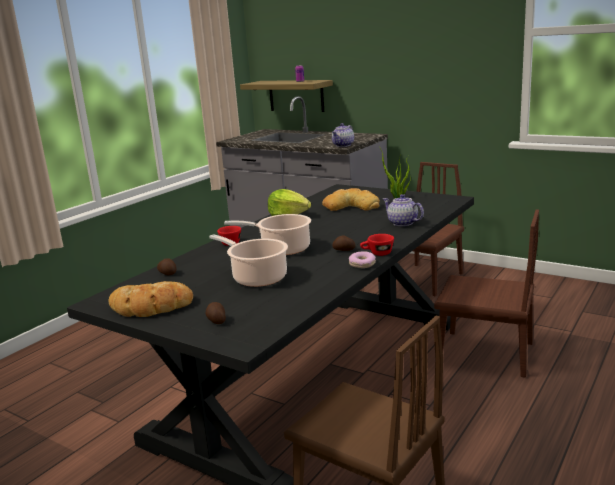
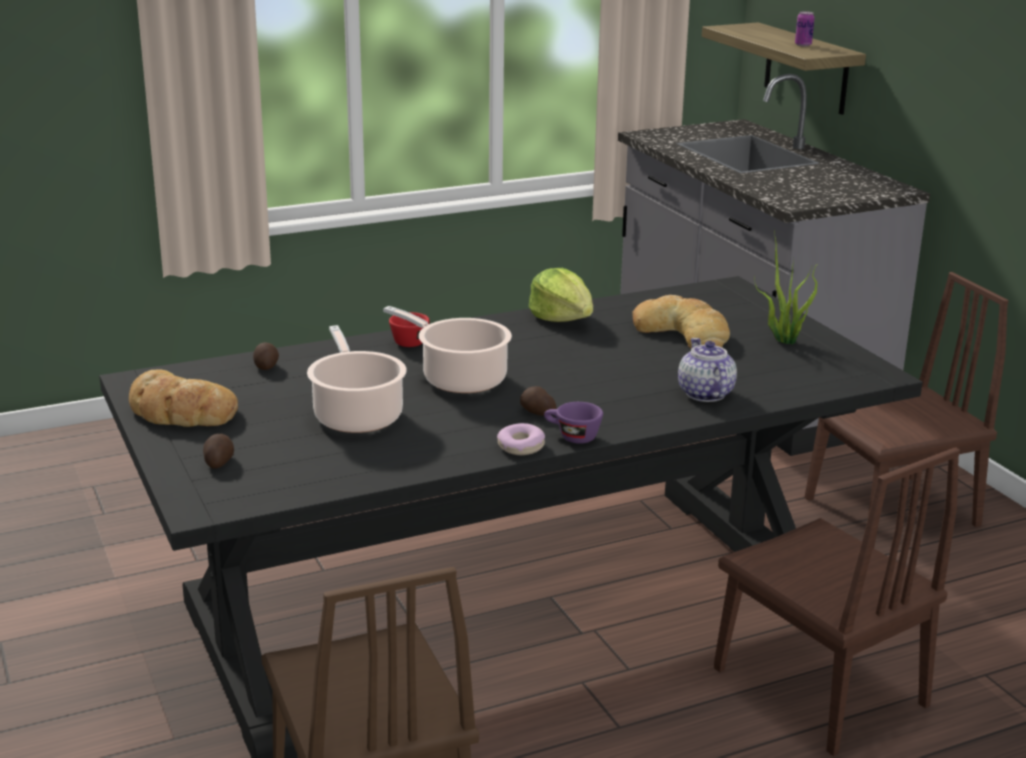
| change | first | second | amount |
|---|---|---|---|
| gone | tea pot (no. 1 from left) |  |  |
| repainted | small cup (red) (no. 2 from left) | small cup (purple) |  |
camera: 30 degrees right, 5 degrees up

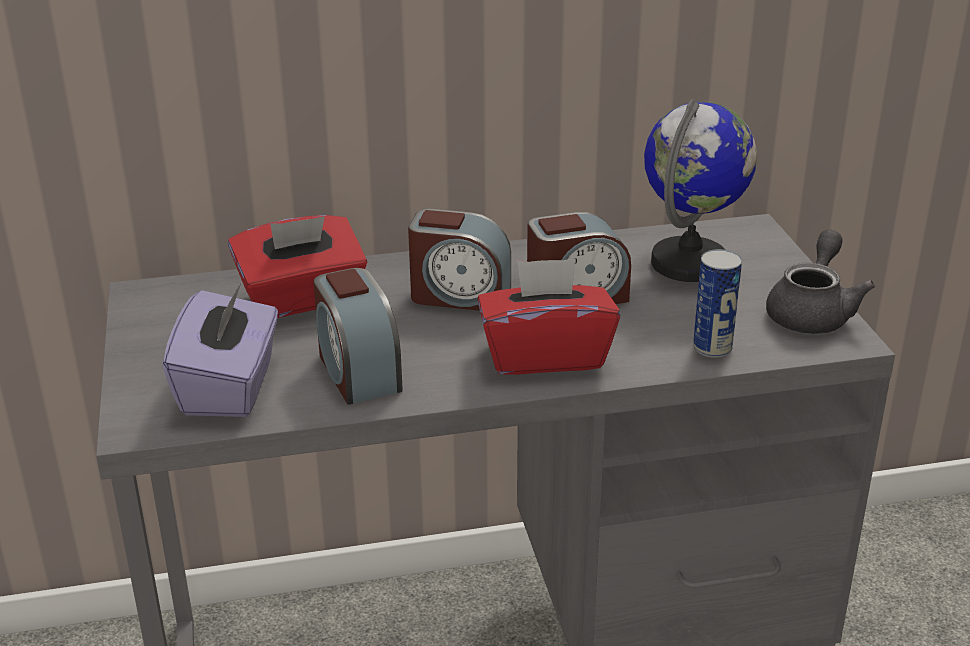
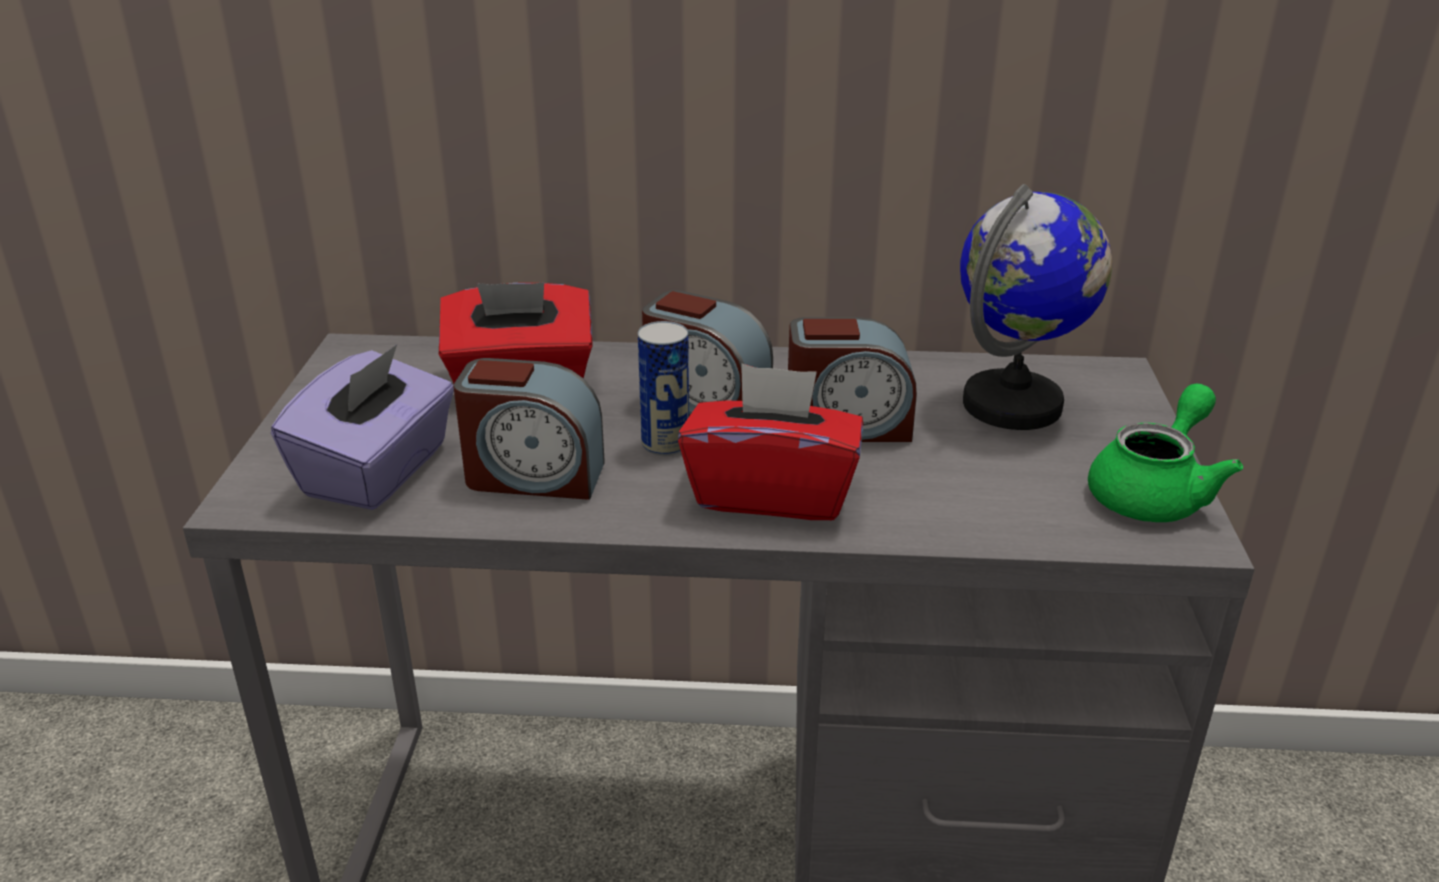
| change | first | second | amount |
|---|---|---|---|
| shifted | sealed can |  |  |
| repainted | tea pot (greyish) | tea pot (green) |  |
| rotated | table clock (no. 1 from left) |  | 75 degrees counterclockwise |
camera: 15 degrees right, 0 degrees up

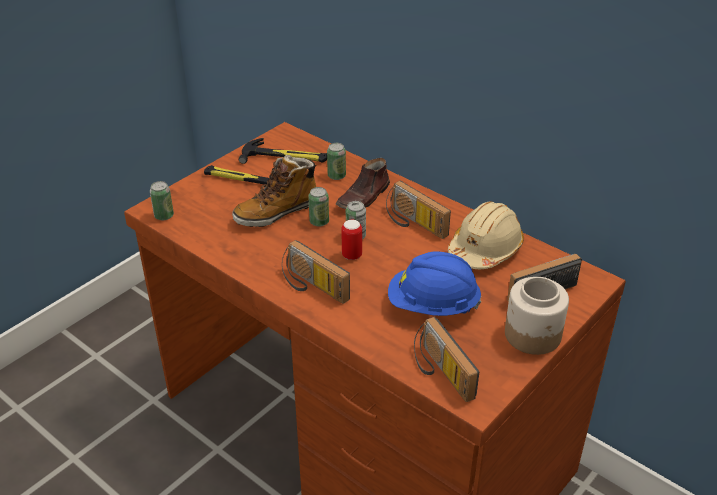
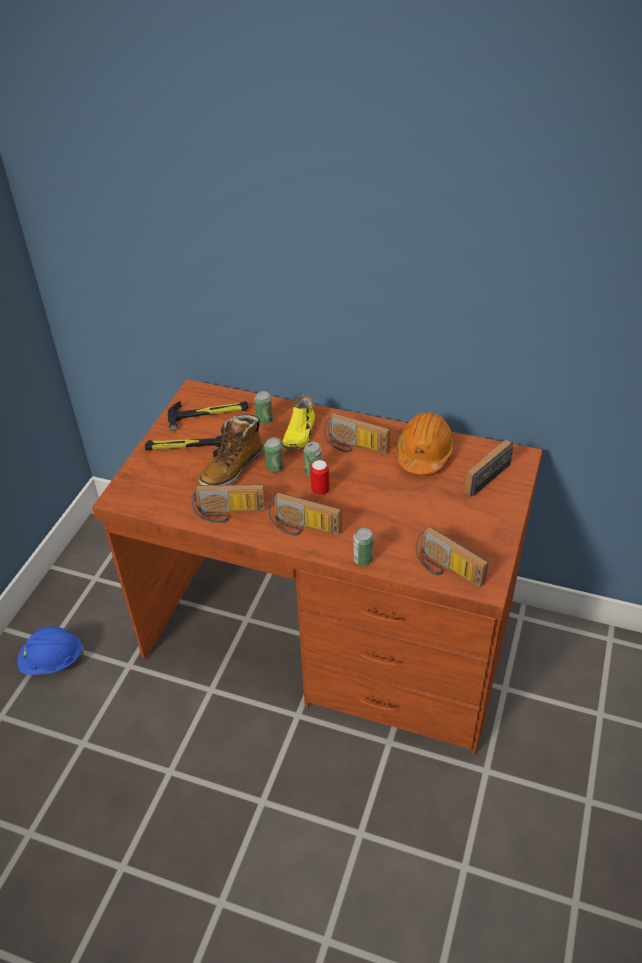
| change | first | second | amount |
|---|---|---|---|
| gone | jar |  |  |
| new |  | radio set (no. 1 from left) |  |
| shifted | sealed can (no. 1 from left in the first image) | sealed can (no. 5 from left) |  |
| shifted | work helmet (blue-coloured) |  |  |
| repainted | item of footwear (brown) | item of footwear (yellow) |  |
| repainted | work helmet (beige-coloured) | work helmet (orange-coloured) |  |
camera: 20 degrees left, 5 degrees up

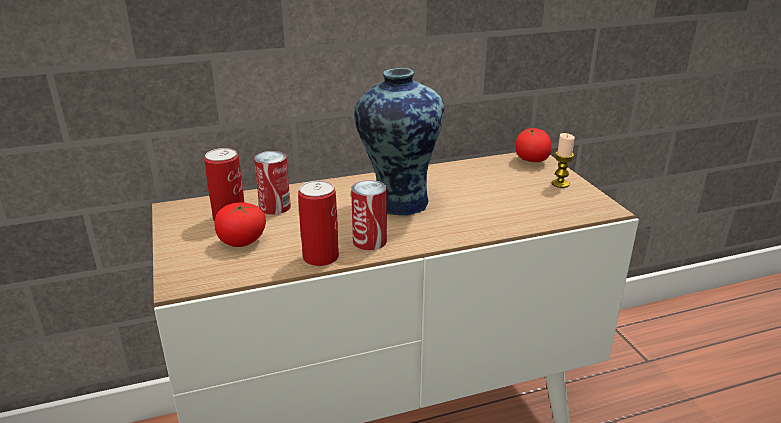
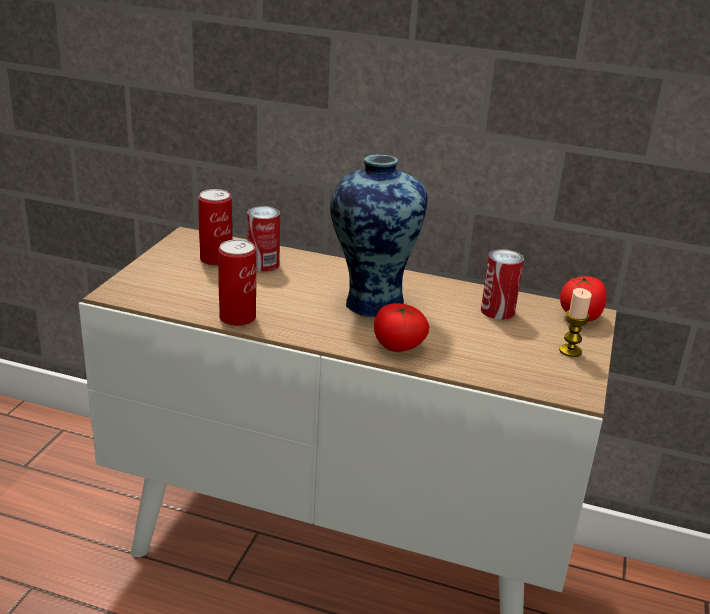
| change | first | second | amount |
|---|---|---|---|
| shifted | fresh tomato (no. 1 from left) |  |  |
| shifted | sealed can (no. 4 from left) |  |  |
camera: 35 degrees right, 0 degrees up

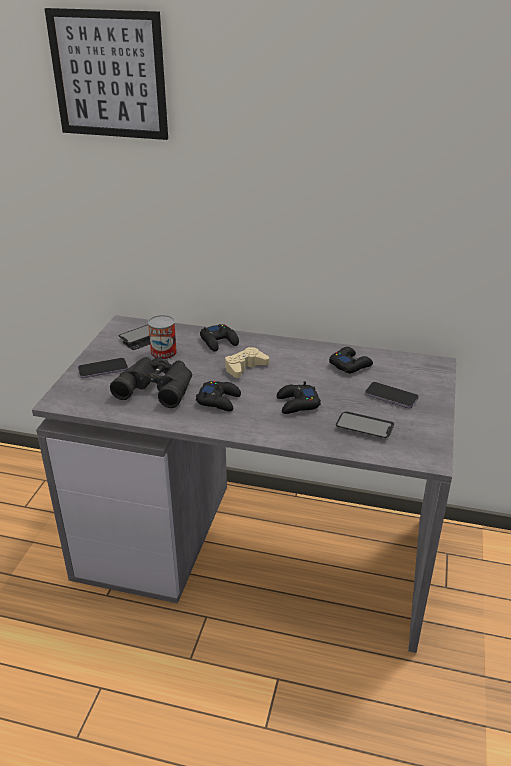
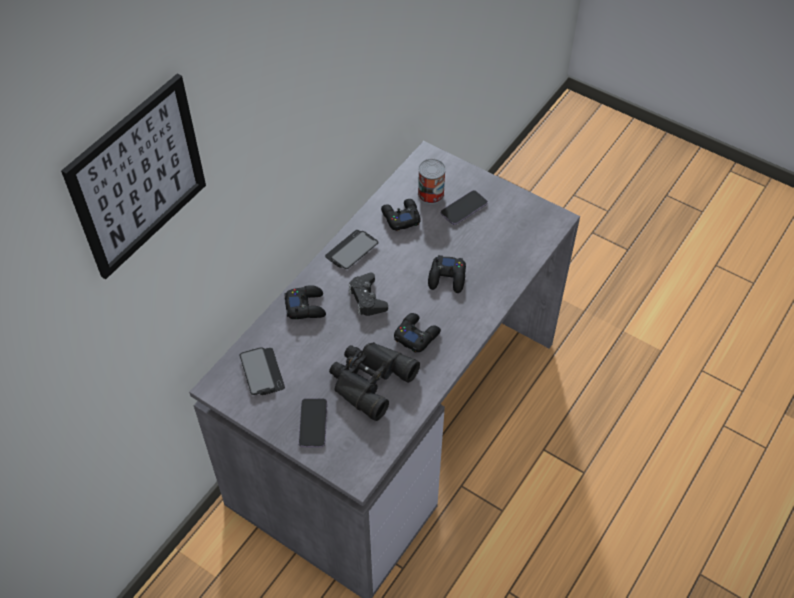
| change | first | second | amount |
|---|---|---|---|
| shifted | sealed can |  |  |
| shifted | phone (no. 3 from left) |  |  |
| repainted | joypad (beige-coloured) | joypad (blackish) (no. 2 from left) |  |
camera: 70 degrees left, 20 degrees up

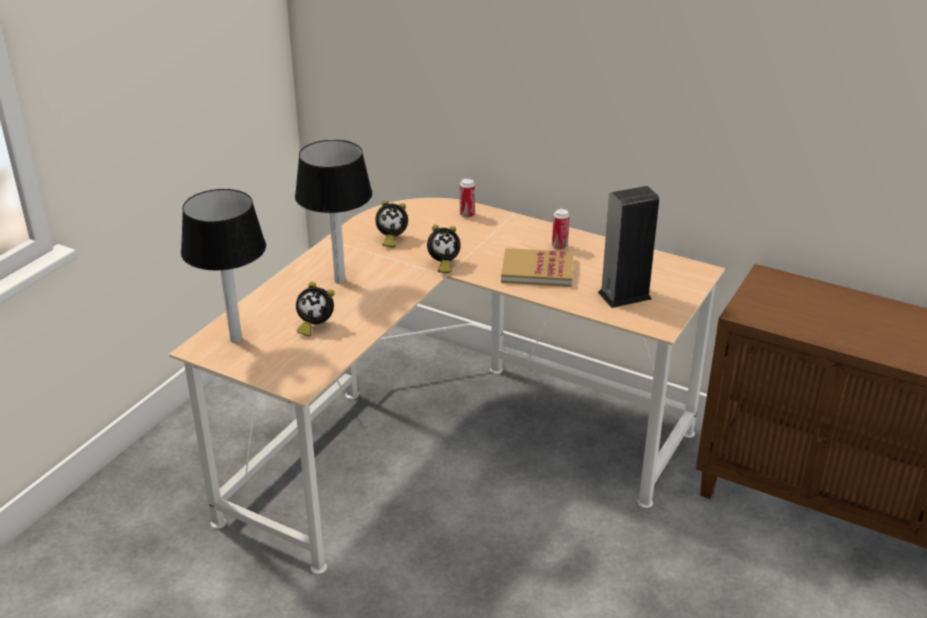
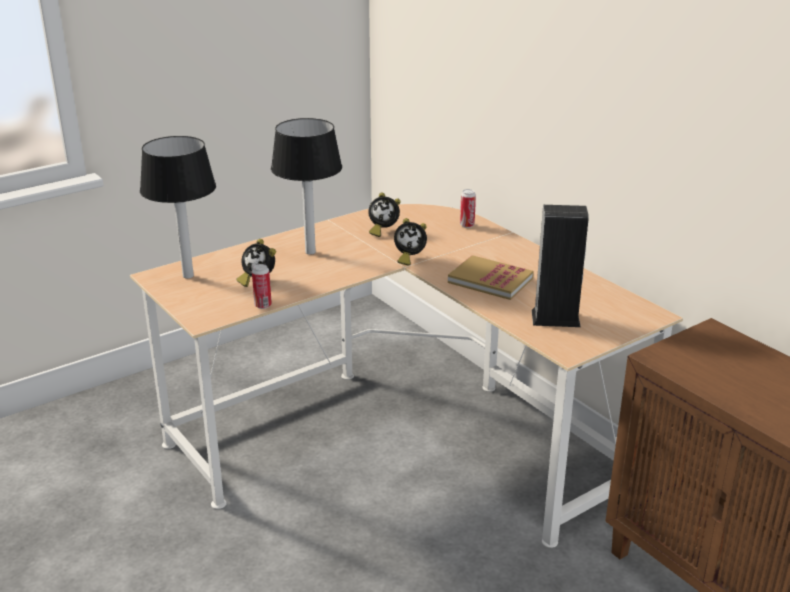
| change | first | second | amount |
|---|---|---|---|
| shifted | sealed can (no. 2 from left in the first image) | sealed can (no. 1 from left) |  |
camera: 25 degrees right, 5 degrees down

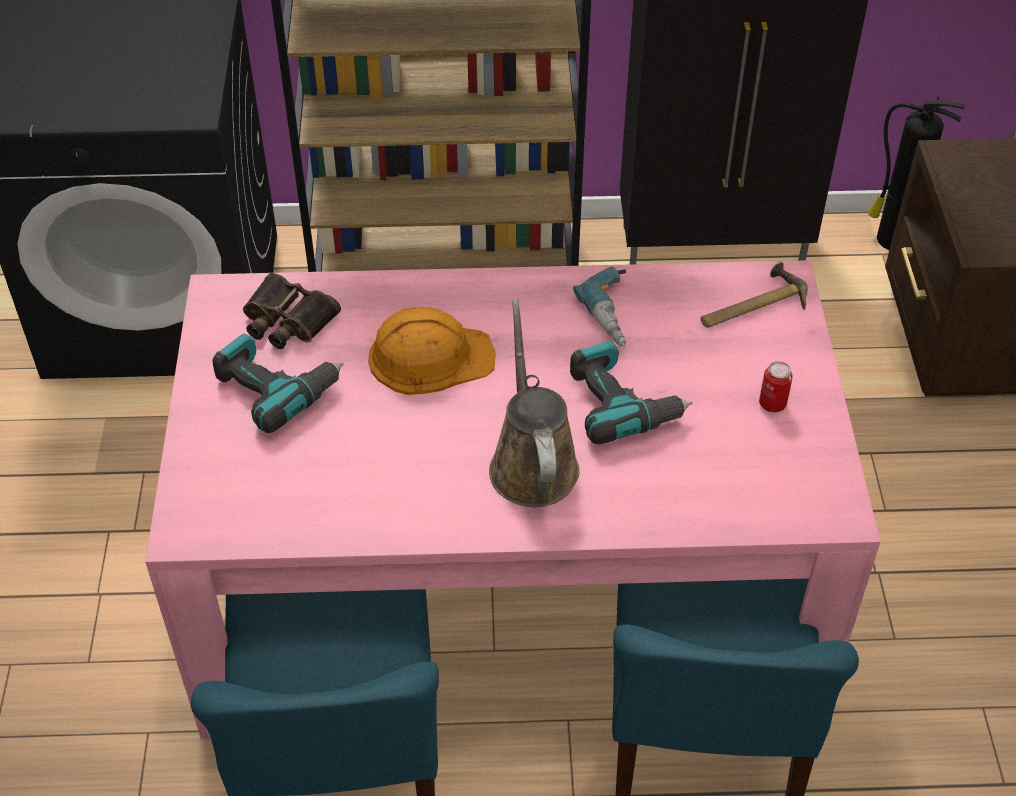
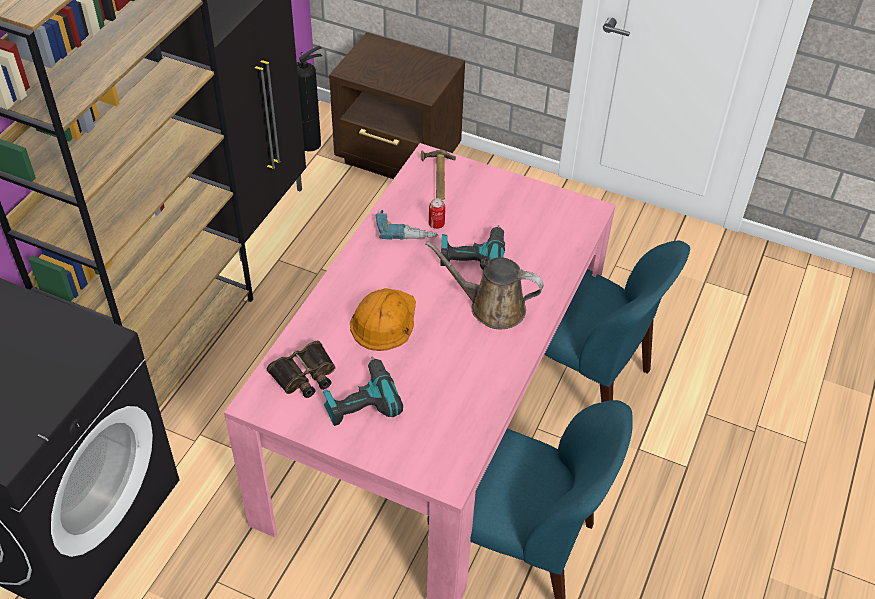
| change | first | second | amount |
|---|---|---|---|
| shifted | sealed can |  |  |
camera: 65 degrees left, 0 degrees up

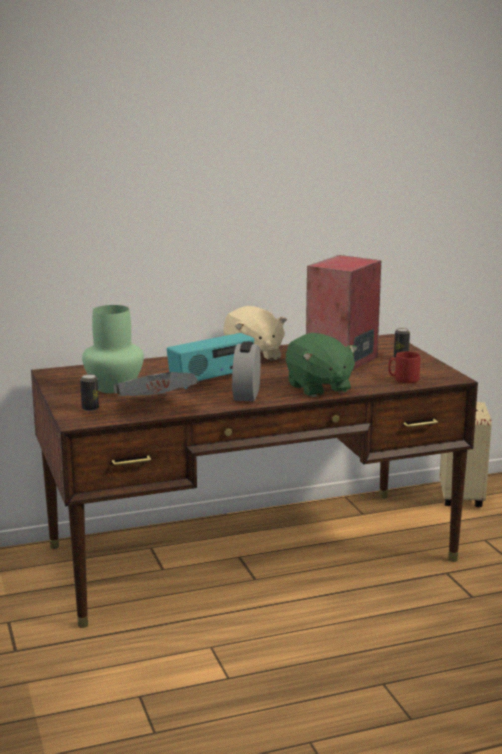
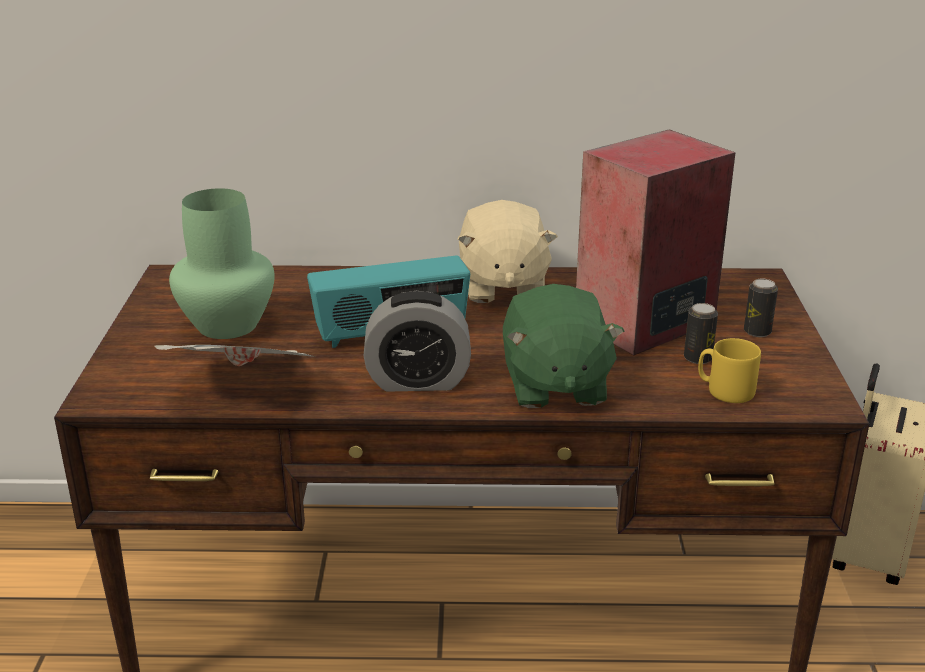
| change | first | second | amount |
|---|---|---|---|
| shifted | sealed can (no. 1 from left) |  |  |
| repainted | mug (red) | mug (yellow) |  |
| rotated | table clock |  | 120 degrees counterclockwise |
camera: 20 degrees right, 10 degrees up

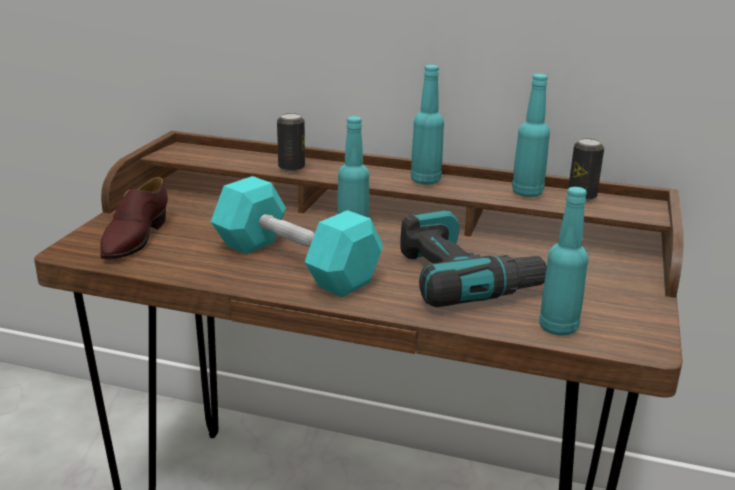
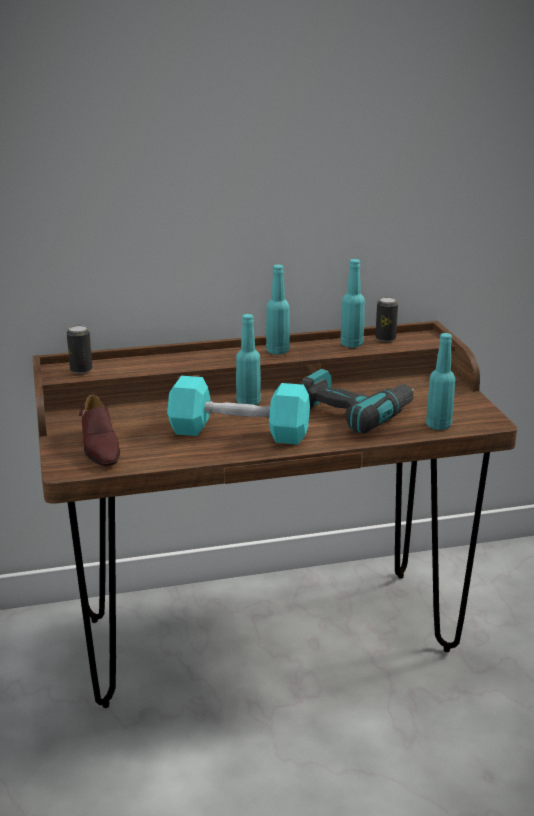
| change | first | second | amount |
|---|---|---|---|
| shifted | sealed can (no. 1 from left) |  |  |
camera: 30 degrees left, 0 degrees up

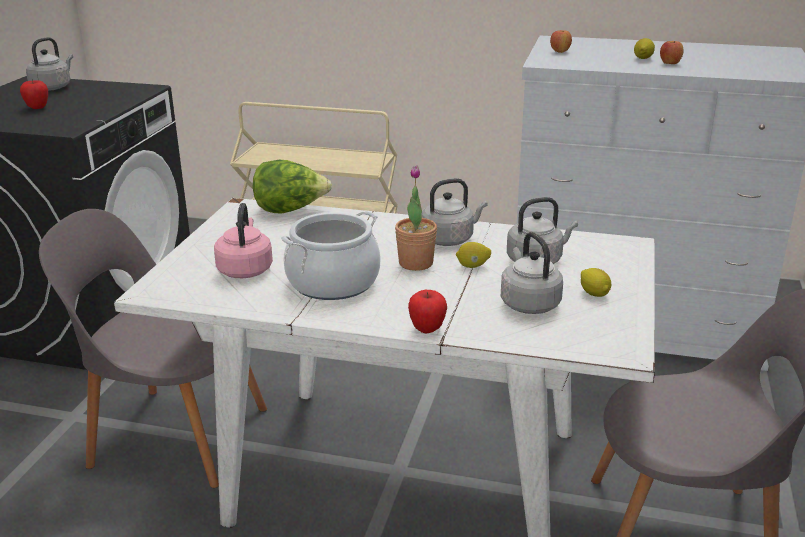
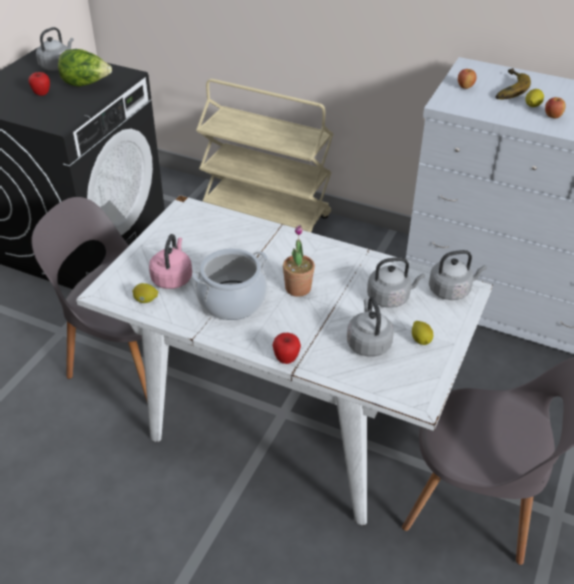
| change | first | second | amount |
|---|---|---|---|
| new |  | banana |  |
| shifted | lettuce |  |  |
| shifted | water kettle (greyish) (no. 2 from left in the first image) | water kettle (greyish) (no. 4 from left) |  |
| shifted | whole lemon (no. 1 from left) |  |  |
camera: 10 degrees right, 15 degrees up

